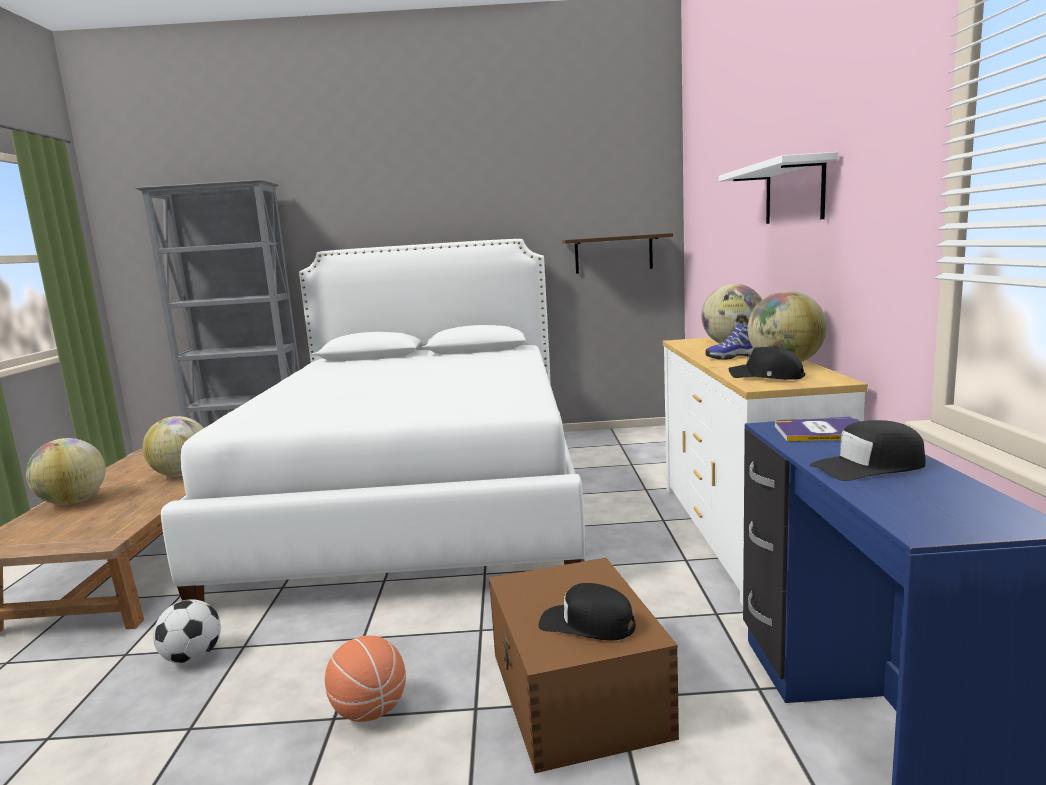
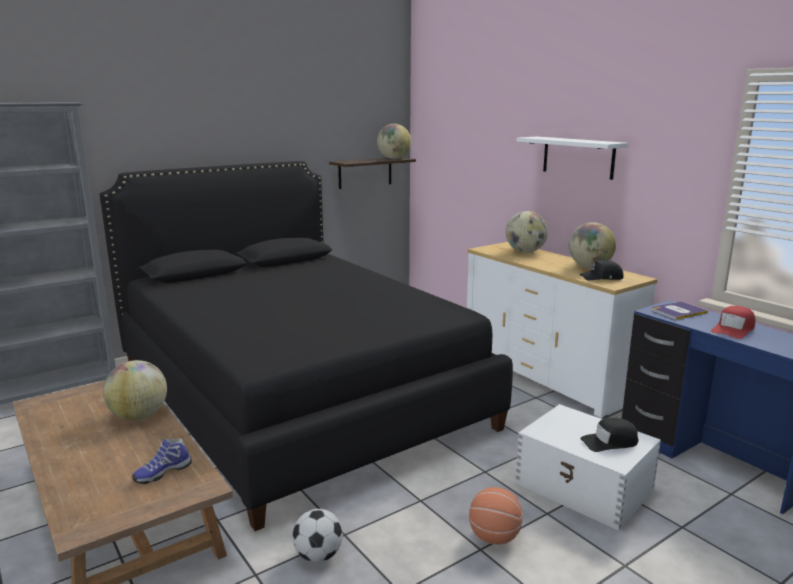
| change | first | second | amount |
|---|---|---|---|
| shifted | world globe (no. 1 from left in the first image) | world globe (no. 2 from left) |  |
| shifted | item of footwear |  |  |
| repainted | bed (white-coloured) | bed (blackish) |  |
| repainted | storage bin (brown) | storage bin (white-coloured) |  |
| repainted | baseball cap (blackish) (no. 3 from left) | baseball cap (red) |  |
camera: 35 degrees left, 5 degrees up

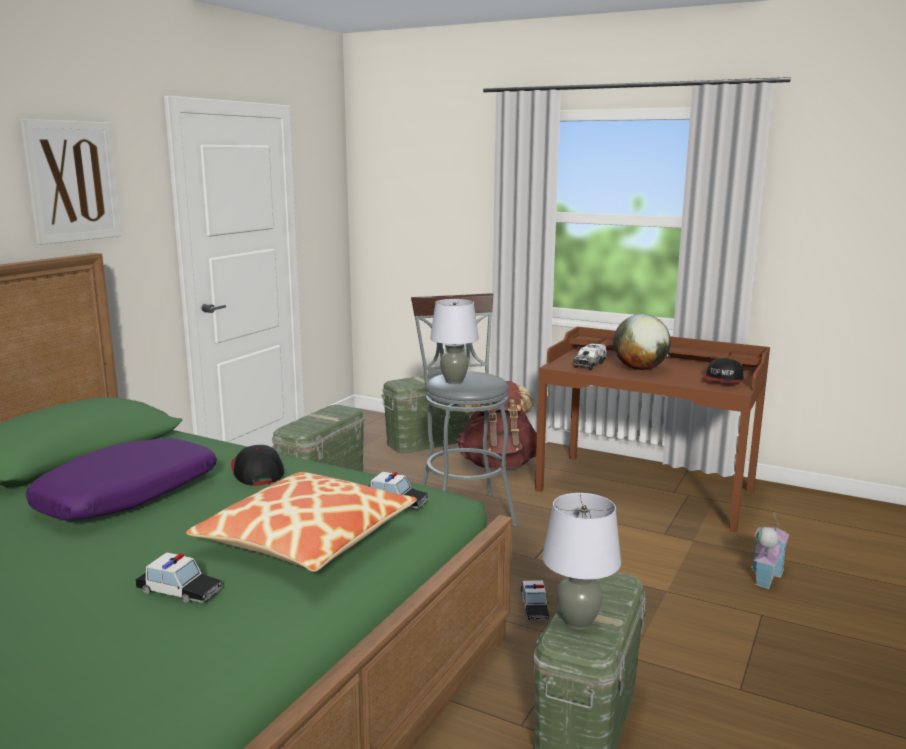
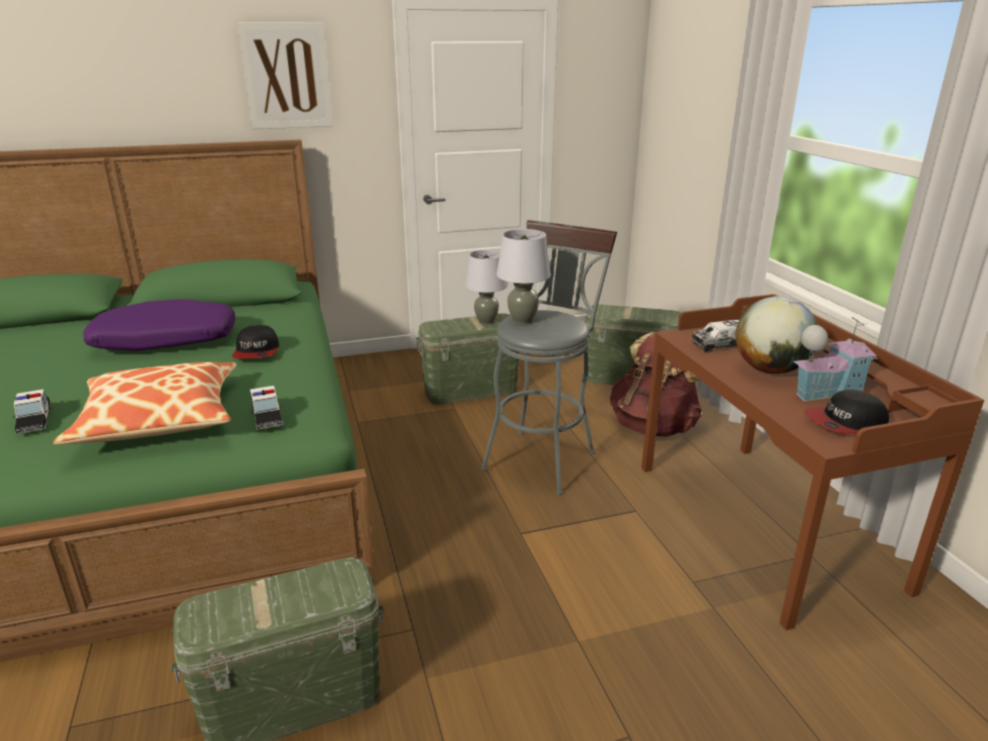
| change | first | second | amount |
|---|---|---|---|
| gone | miniature car (no. 3 from left) |  |  |
| shifted | table lamp (greyish) (no. 2 from left in the first image) | table lamp (greyish) (no. 1 from left) |  |
| shifted | model house |  |  |
| rotated | baseball cap (no. 1 from left) |  | 150 degrees clockwise |
camera: 45 degrees right, 10 degrees up

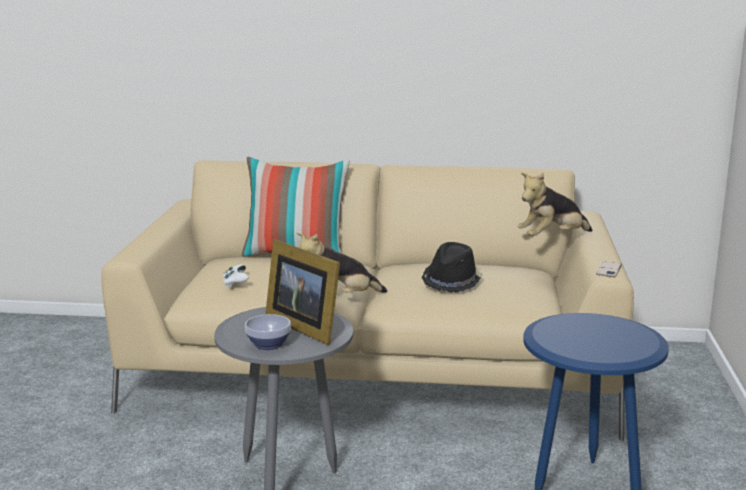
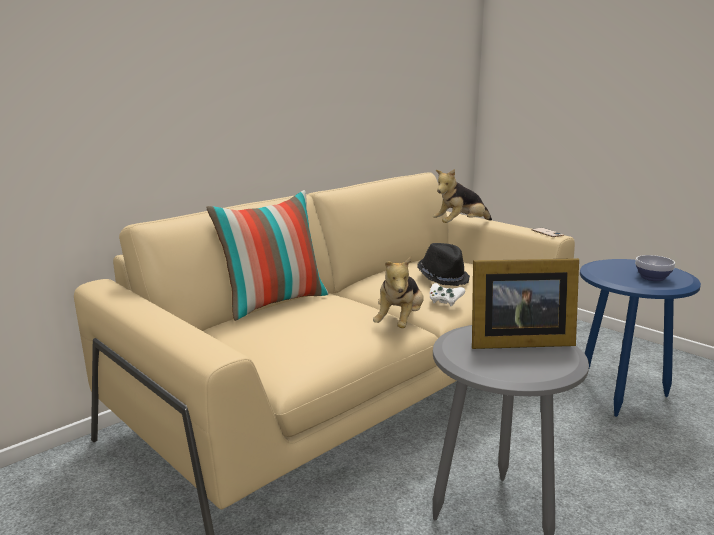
| change | first | second | amount |
|---|---|---|---|
| shifted | joypad (white-coloured) |  |  |
| shifted | deep dish |  |  |
| rotated | cuddly toy (no. 2 from left) |  | 45 degrees clockwise |
camera: 50 degrees left, 0 degrees up

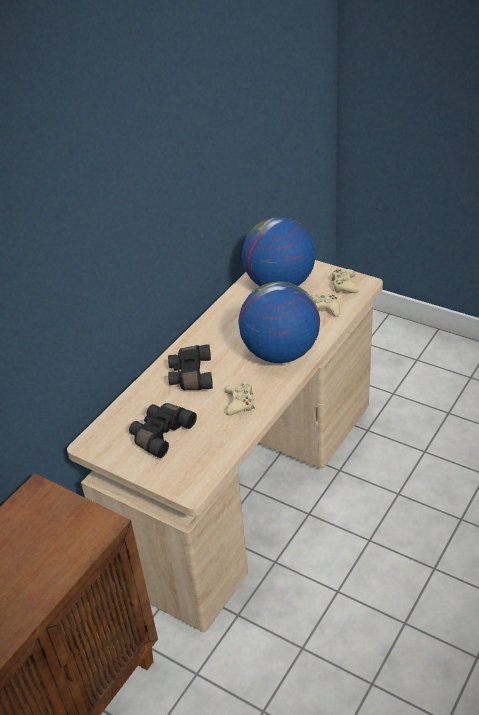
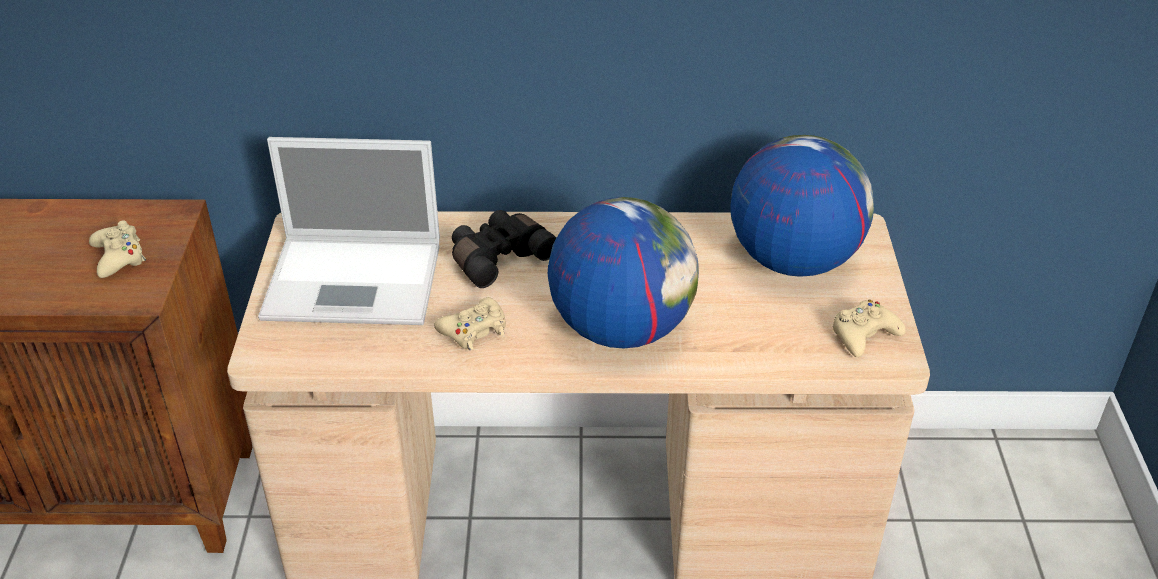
| change | first | second | amount |
|---|---|---|---|
| shifted | joypad (beige-coloured) (no. 2 from left in the first image) | joypad (beige-coloured) (no. 1 from left) |  |
| swapped | pair of binoculars (blackish) (no. 1 from left) | laptop |  |
camera: 55 degrees right, 0 degrees up

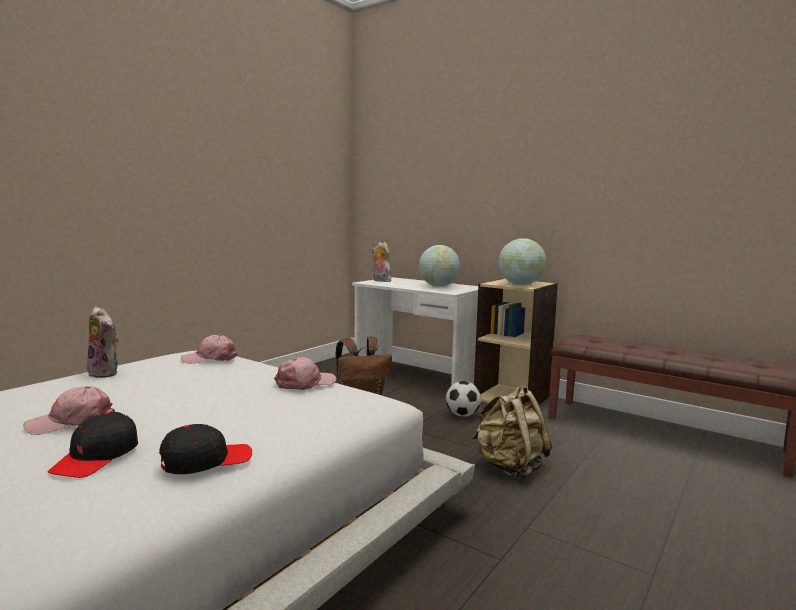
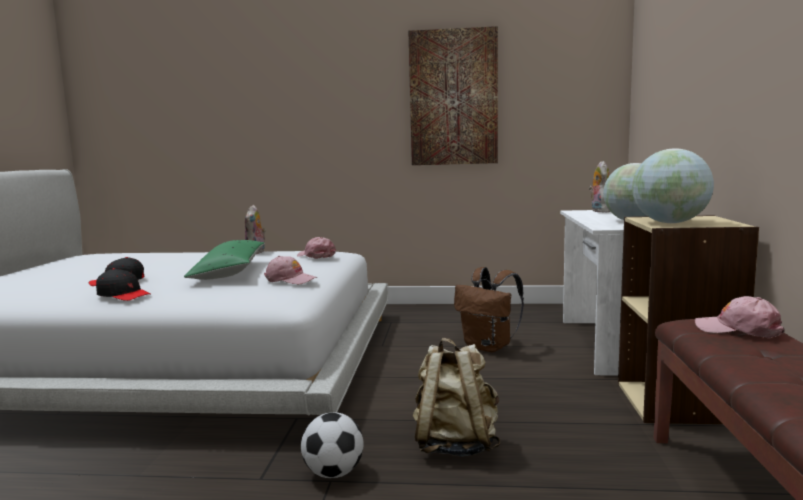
| change | first | second | amount |
|---|---|---|---|
| new |  | pillow (green) |  |
| new |  | wall art |  |
| shifted | baseball cap (pink) (no. 1 from left in the first image) | baseball cap (pink) (no. 3 from left) |  |
| shifted | football |  |  |
camera: 60 degrees right, 0 degrees up

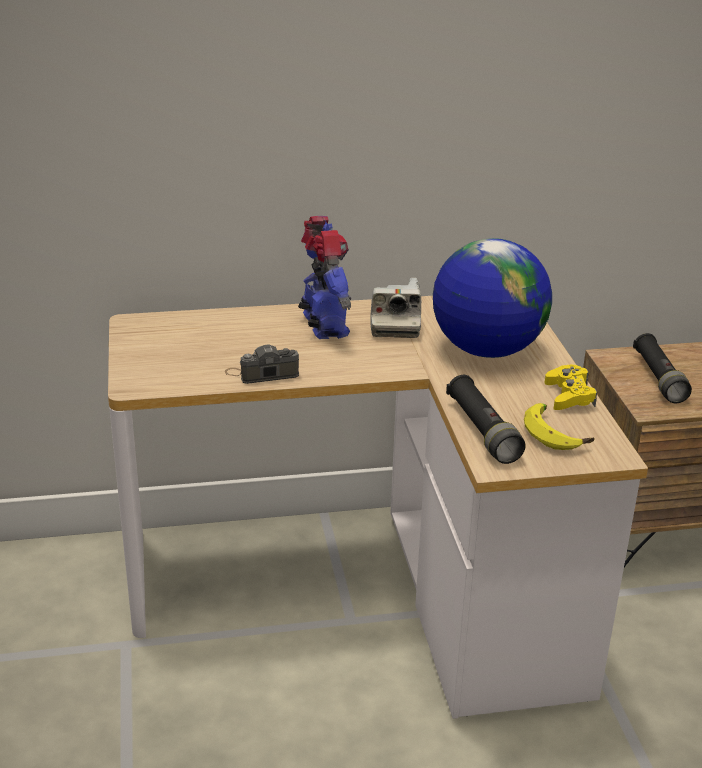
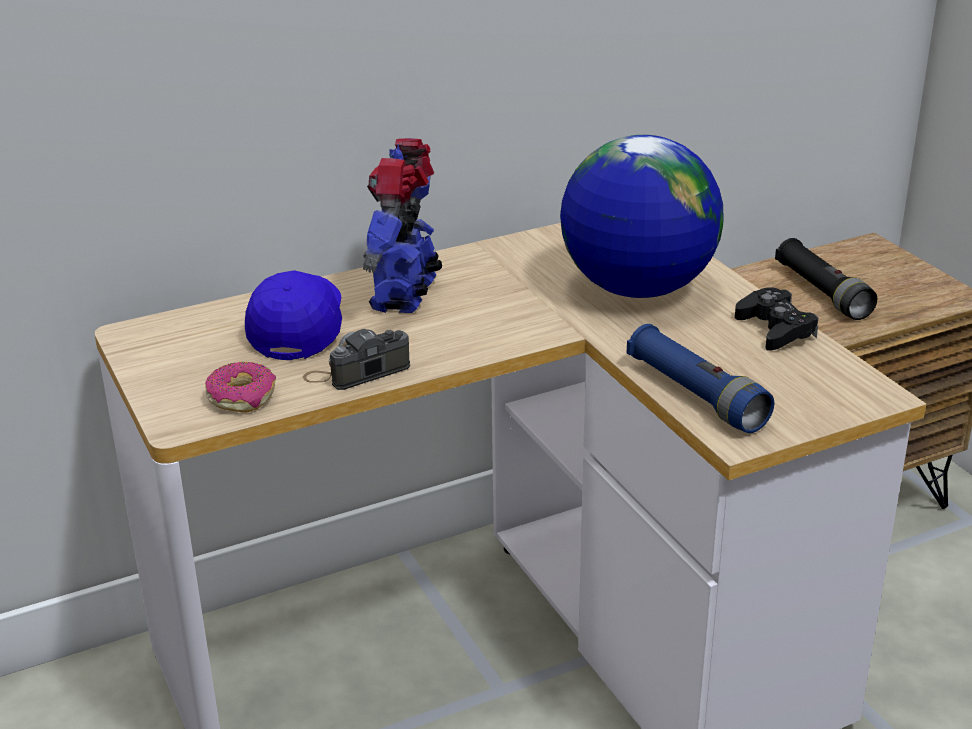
| change | first | second | amount |
|---|---|---|---|
| gone | still camera (no. 2 from left) |  |  |
| gone | banana |  |  |
| new |  | ring doughnut |  |
| new |  | baseball cap (blue-coloured) |  |
| repainted | torch (blackish) (no. 1 from left) | torch (blue-coloured) |  |
| repainted | joypad (yellow) | joypad (blackish) |  |
| rotated | model robot |  | 135 degrees counterclockwise |
camera: 15 degrees left, 0 degrees up

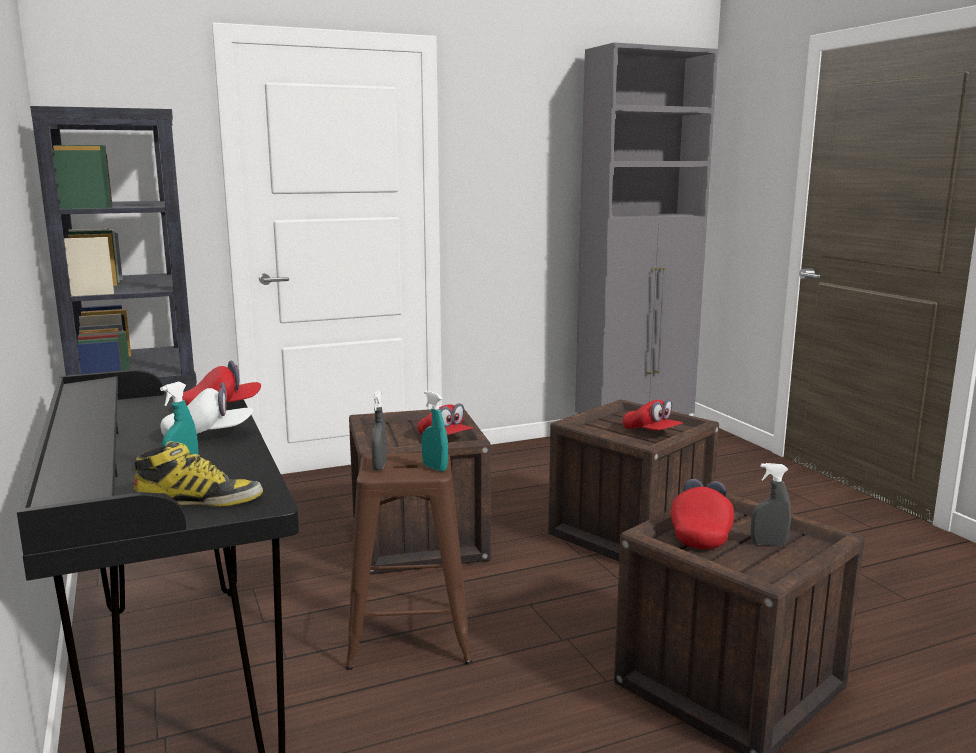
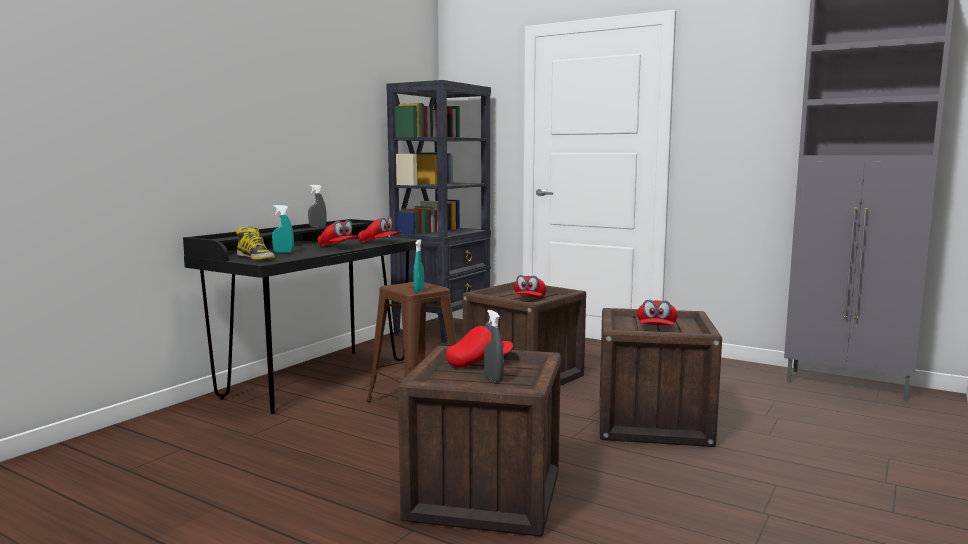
| change | first | second | amount |
|---|---|---|---|
| shifted | sprayer (greyish) (no. 1 from left) |  |  |
| repainted | baseball cap (white-coloured) | baseball cap (red) (no. 1 from left) |  |
camera: 55 degrees right, 5 degrees down

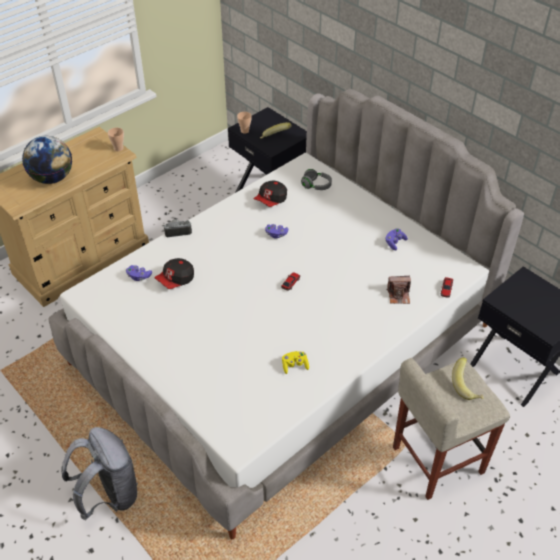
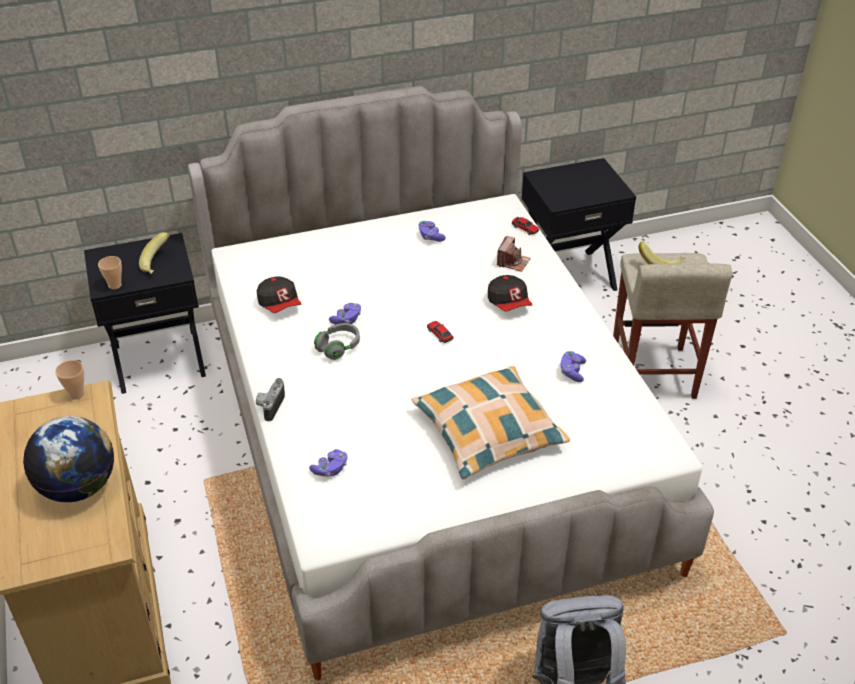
| change | first | second | amount |
|---|---|---|---|
| new |  | pillow |  |
| shifted | baseball cap (no. 1 from left in the first image) | baseball cap (no. 2 from left) |  |
| shifted | pair of headphones (greyish) |  |  |
| repainted | joypad (yellow) | joypad (purple) (no. 4 from left) |  |
camera: 65 degrees left, 5 degrees down

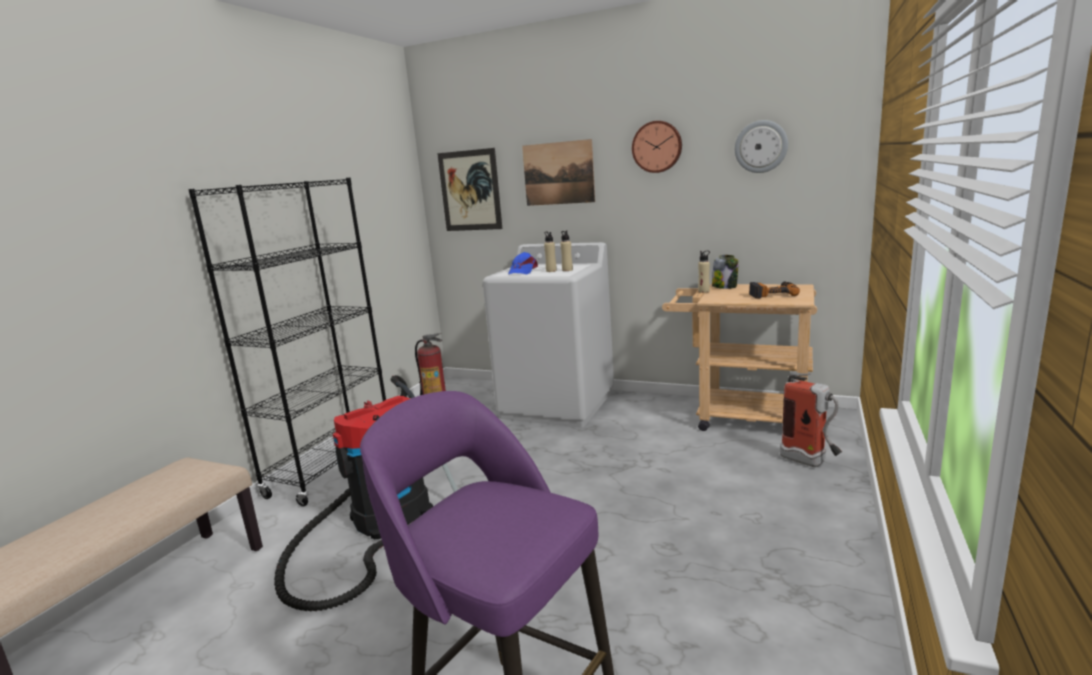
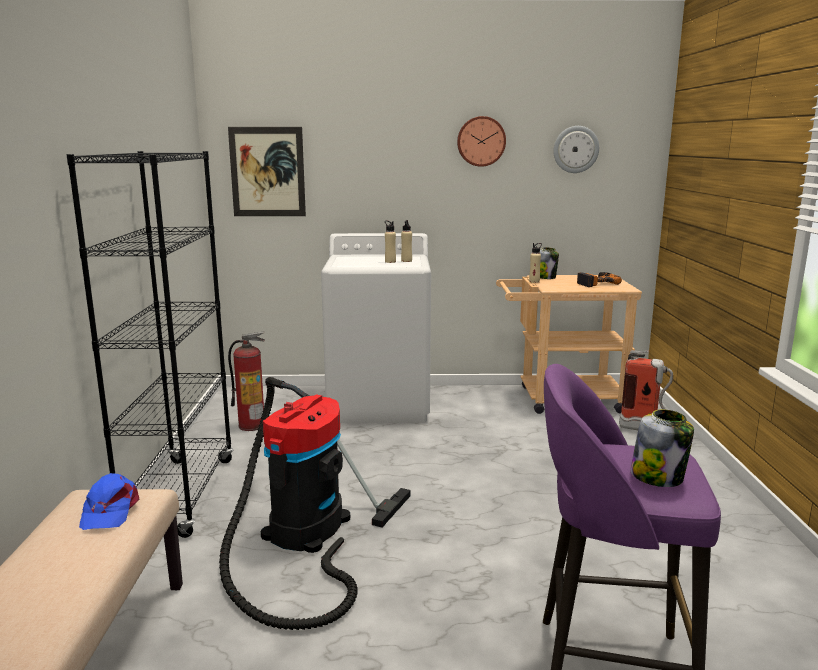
| change | first | second | amount |
|---|---|---|---|
| gone | wall art (no. 2 from left) |  |  |
| new |  | jar (no. 2 from left) |  |
| shifted | baseball cap (blue-coloured) |  |  |
camera: 25 degrees left, 0 degrees up

